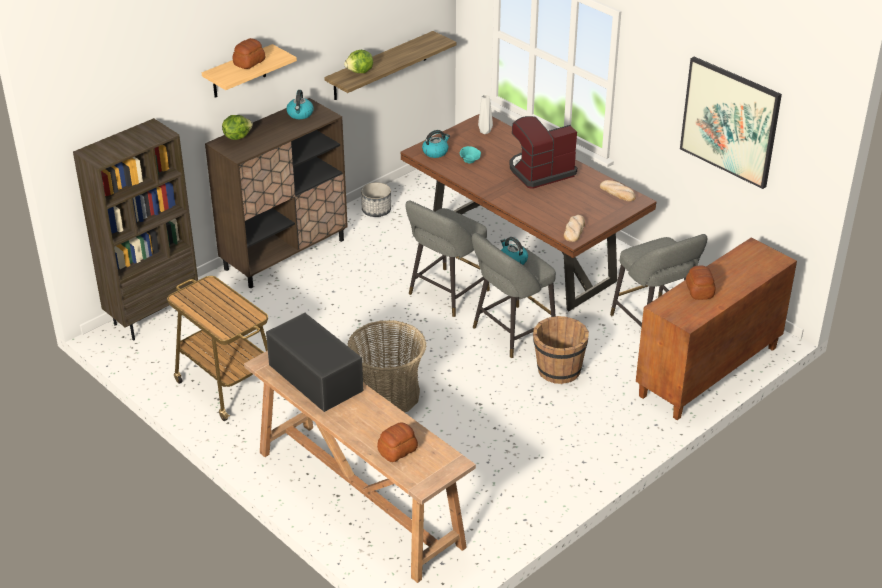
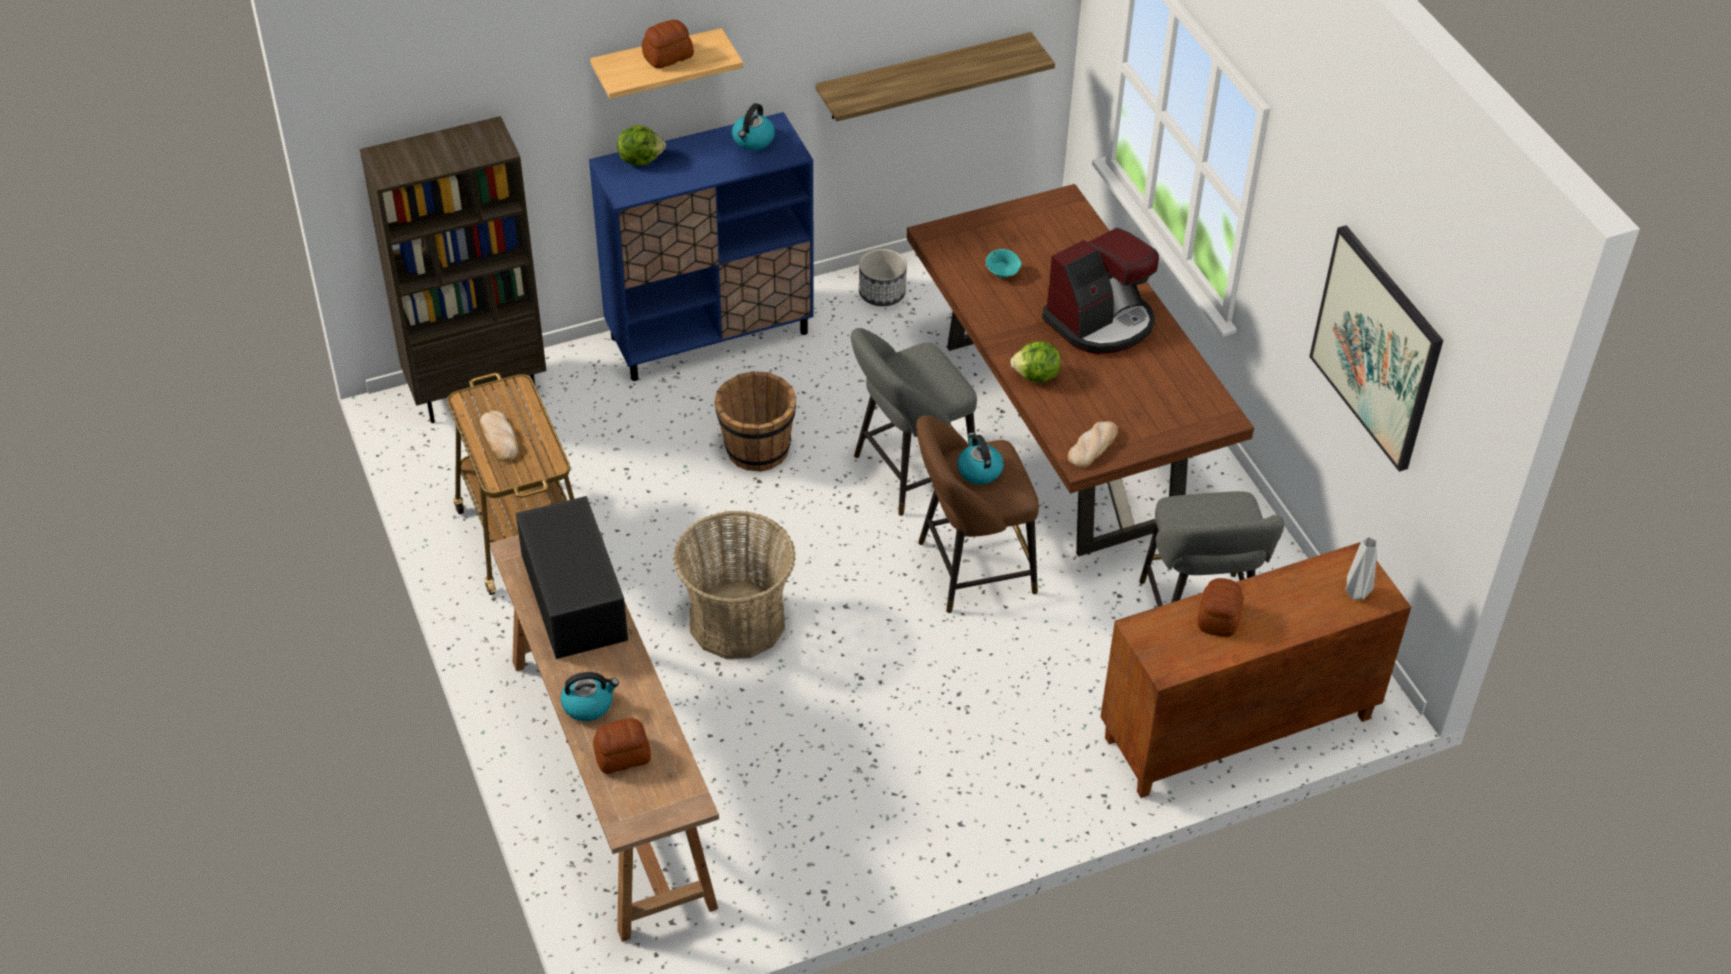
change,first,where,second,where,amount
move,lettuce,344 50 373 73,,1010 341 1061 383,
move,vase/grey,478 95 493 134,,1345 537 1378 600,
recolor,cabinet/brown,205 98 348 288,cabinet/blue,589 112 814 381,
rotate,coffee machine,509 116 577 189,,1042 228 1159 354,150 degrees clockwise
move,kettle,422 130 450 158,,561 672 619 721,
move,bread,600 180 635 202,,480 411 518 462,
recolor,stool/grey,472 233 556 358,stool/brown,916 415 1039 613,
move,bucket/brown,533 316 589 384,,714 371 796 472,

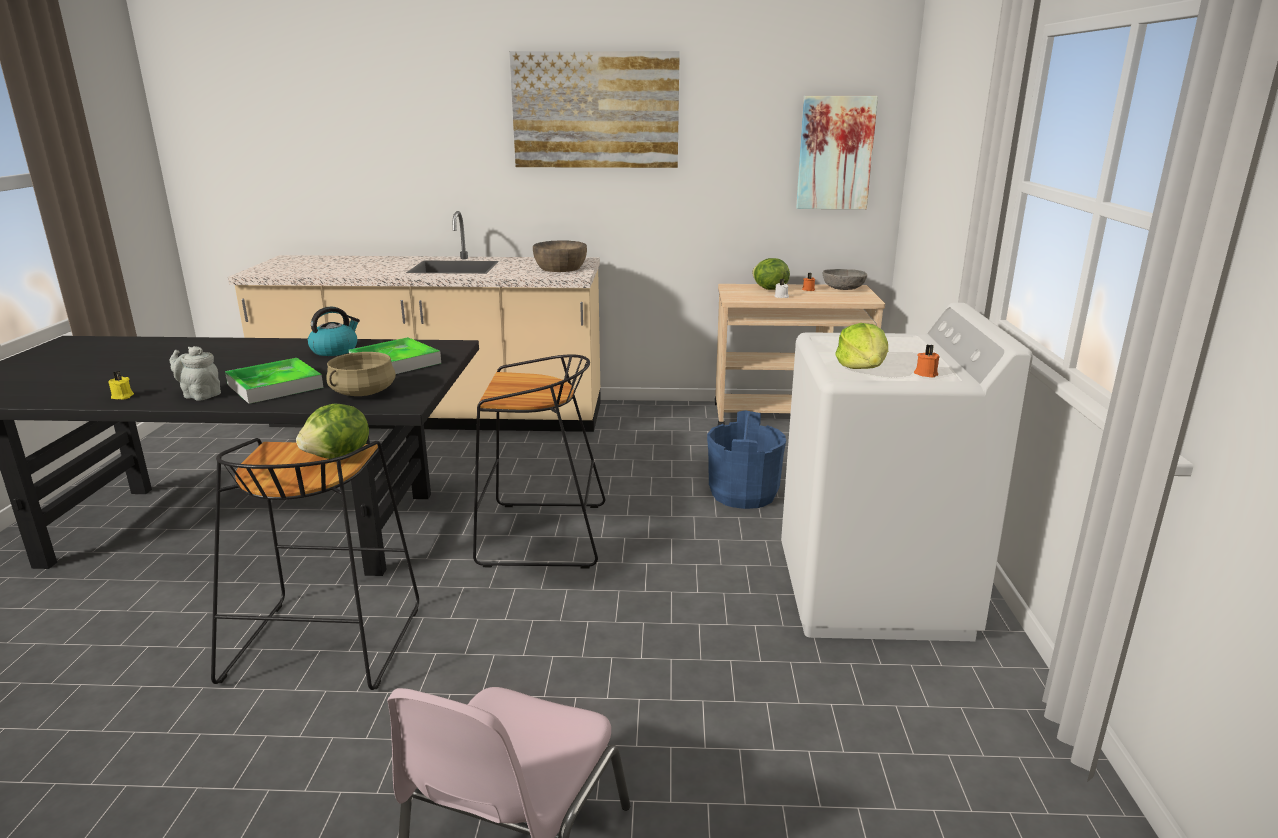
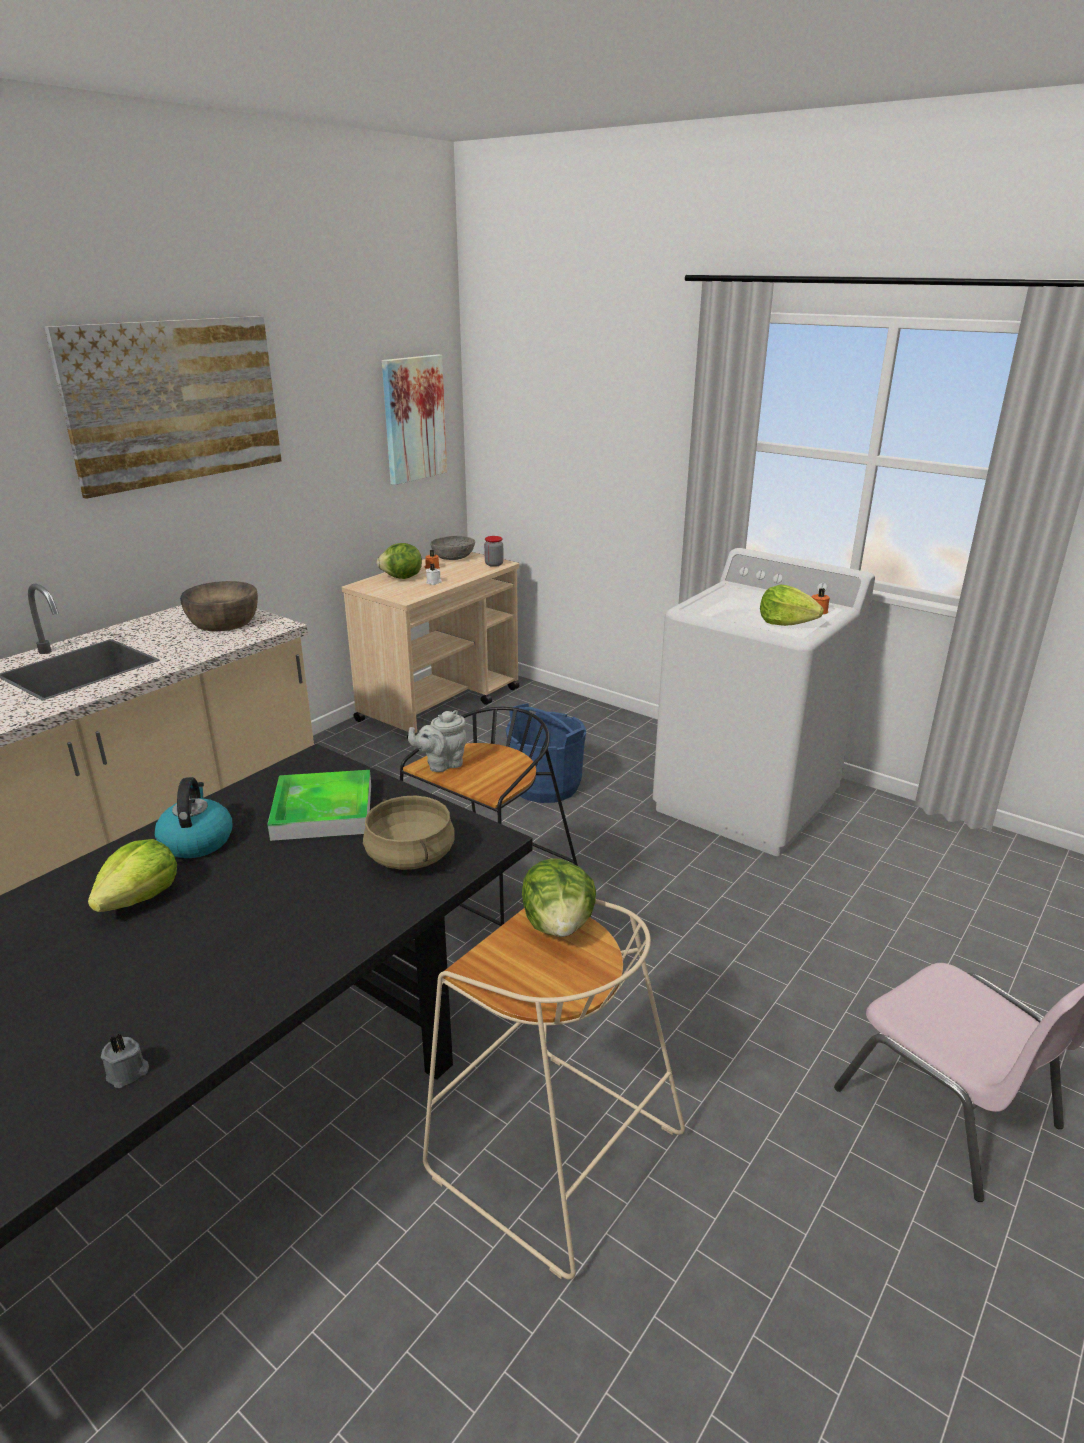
change,first,where,second,where,amount
move,teapot/grey,169 346 221 401,,408 710 466 772,
delete,tray,225 358 324 404,,,
recolor,candle/yellow,108 371 134 400,candle/grey,101 1034 149 1088,
recolor,stool/black,211 438 419 690,stool/beige,423 899 685 1279,
insert,,,jar,484 536 504 567,
insert,,,lettuce,88 839 177 912,

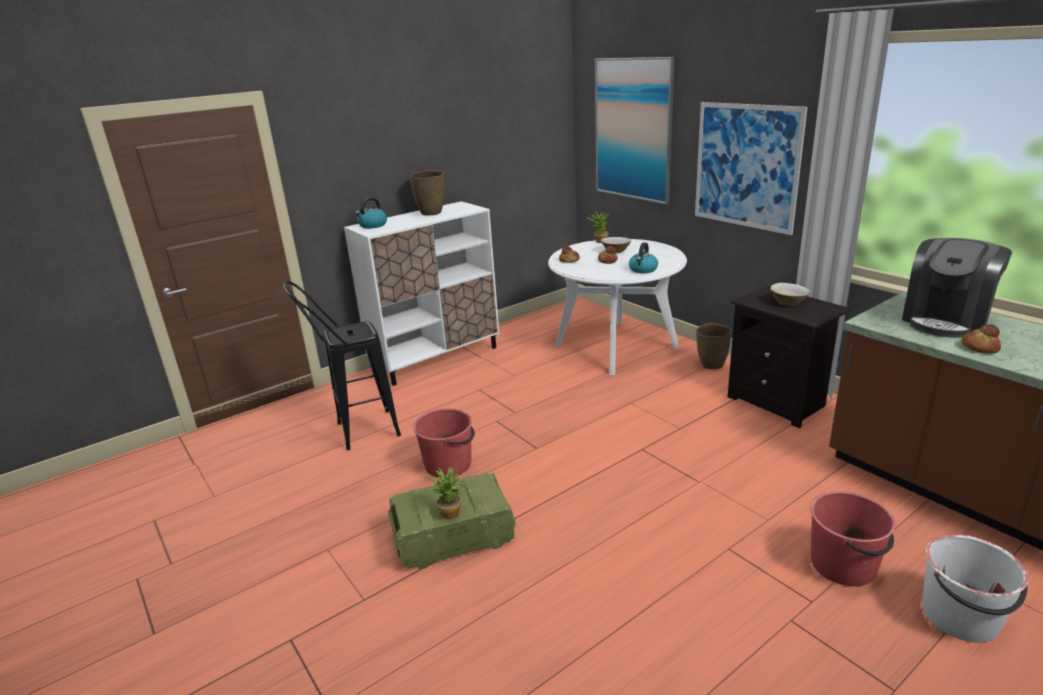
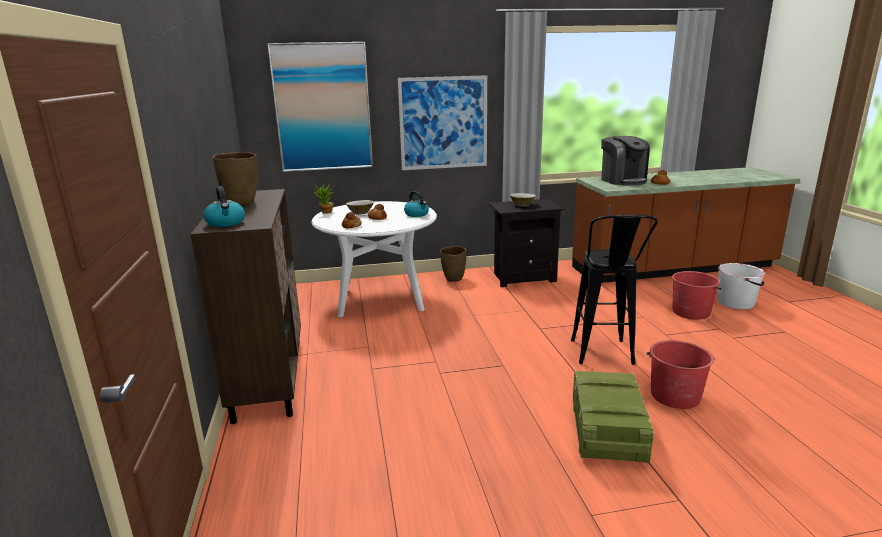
change,first,where,second,where,amount
recolor,cabinet/white,344 201 499 386,cabinet/brown,190 189 301 424,
move,stool/black,283 281 401 450,,571 215 658 365,
move,bucket/red,413 408 475 477,,647 340 715 409,
delete,potted plant,426 465 465 519,,,

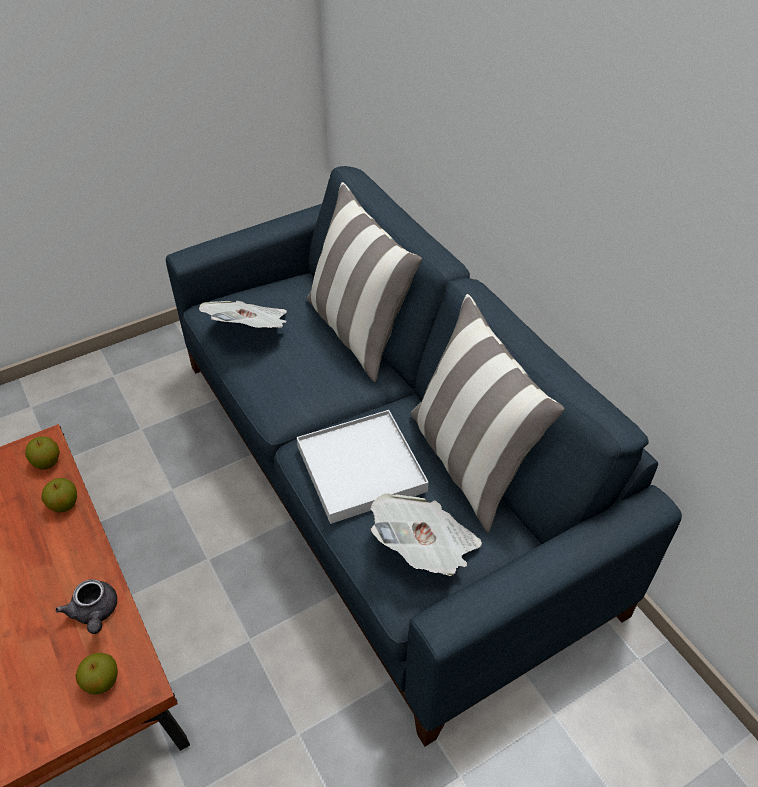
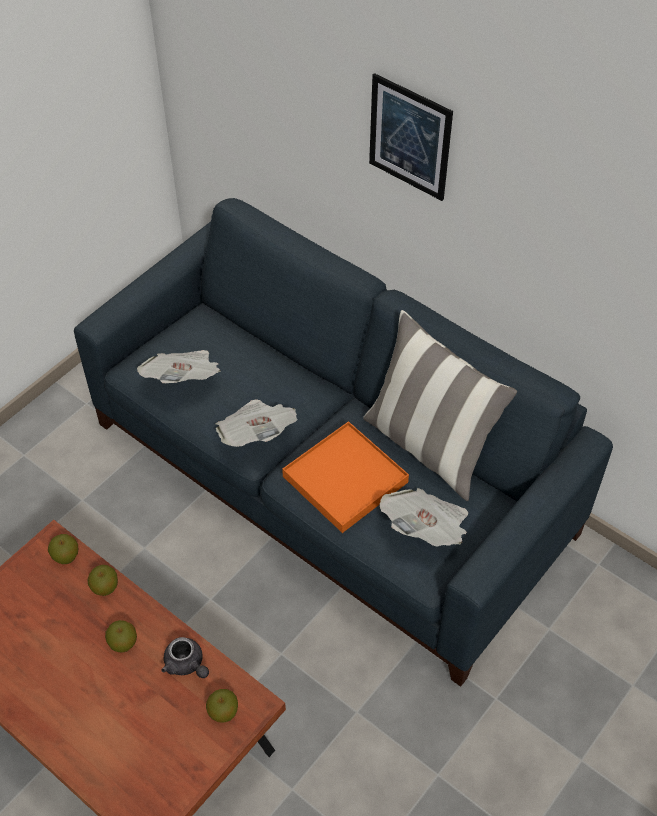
change,first,where,second,where,amount
delete,pillow,307 182 422 382,,,
recolor,tray/white,297 410 429 524,tray/orange,282 421 409 533,
insert,,,picture,369 73 453 201,
insert,,,newspaper,215 399 298 447,
insert,,,apple,105 620 137 652,

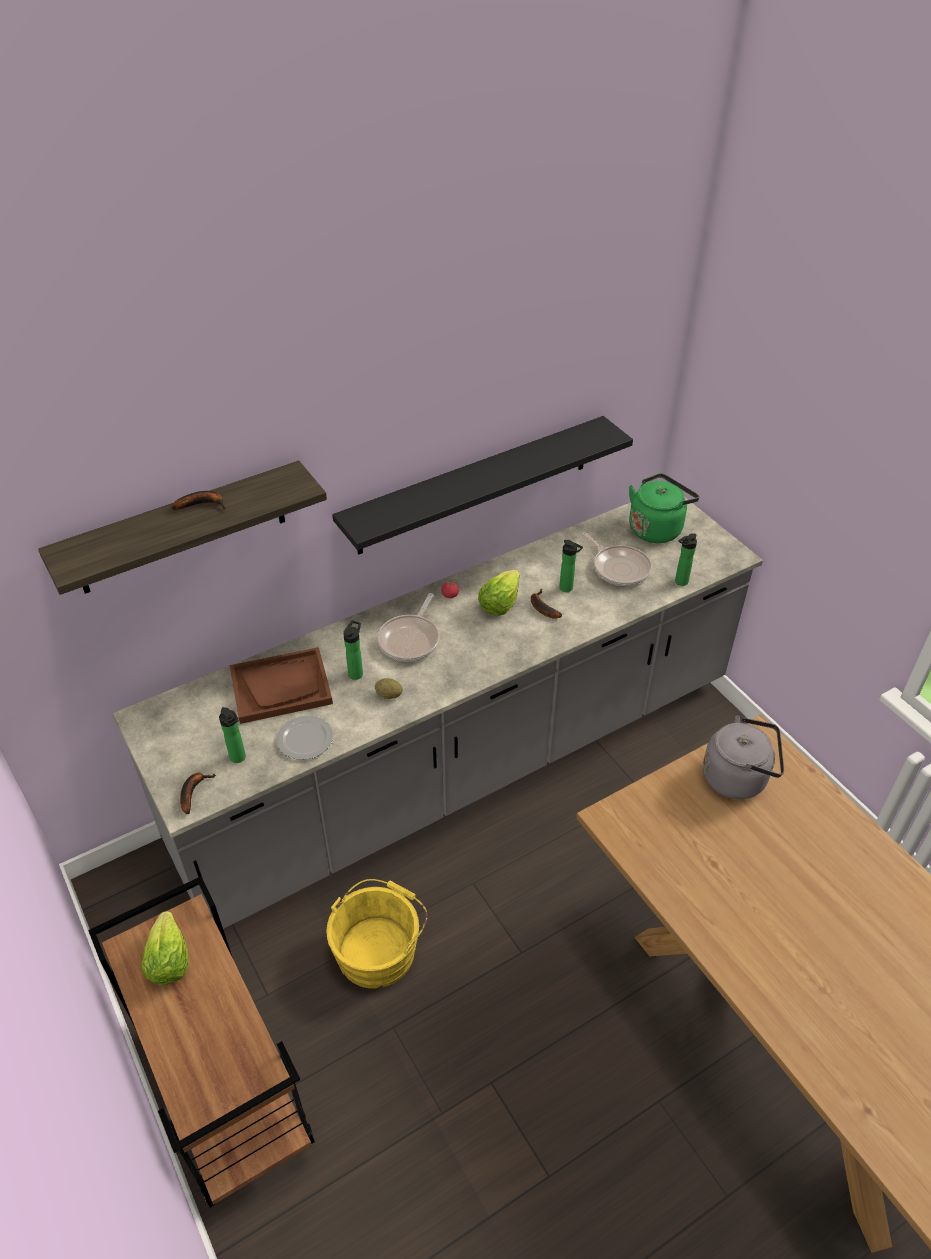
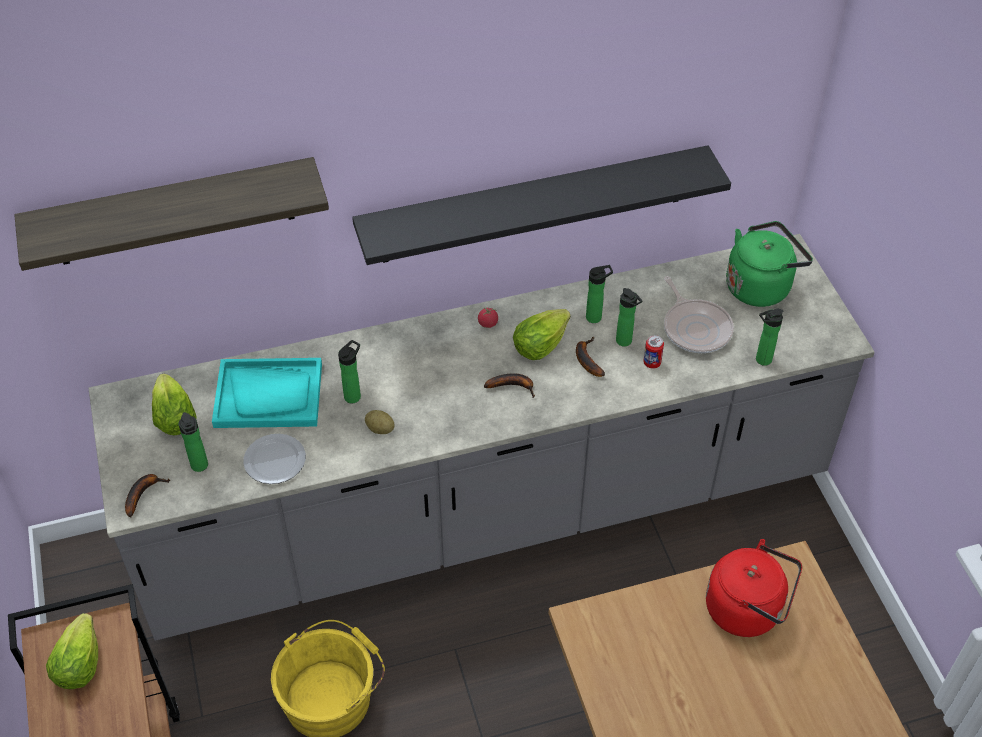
change,first,where,second,where,amount
move,banana,171 491 226 510,,484 373 535 397,
delete,frying pan,377 593 439 661,,,
recolor,tray/brown,230 647 333 724,tray/turquoise,212 358 322 428,
recolor,kettle/grey,703 716 784 799,kettle/red,706 539 802 637,
insert,,,bottle,586 265 613 323,
insert,,,can,643 335 664 369,
insert,,,lettuce,152 374 197 436,

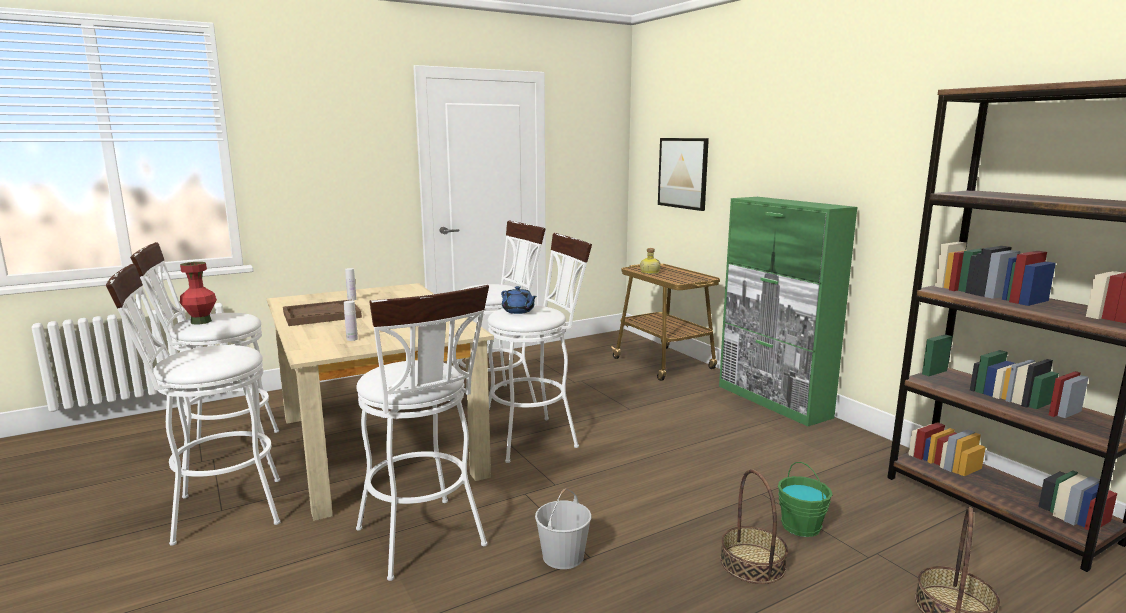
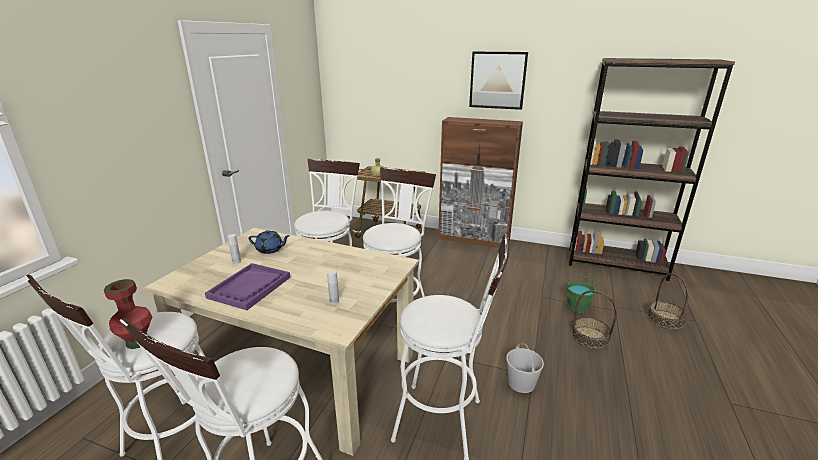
change,first,where,second,where,amount
move,picture,658 138 709 211,,469 51 528 110,
recolor,cabinet/green,719 197 857 426,cabinet/brown,438 117 523 248,
move,teapot/blue,501 286 537 314,,248 230 290 254,
recolor,tray/brown,283 299 362 326,tray/purple,205 263 290 310,

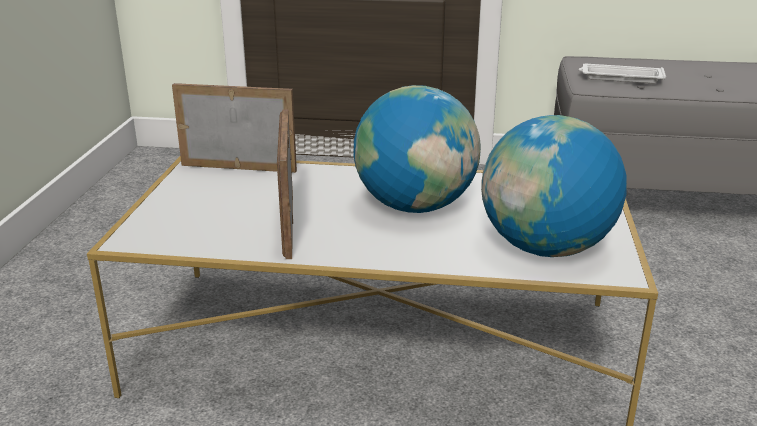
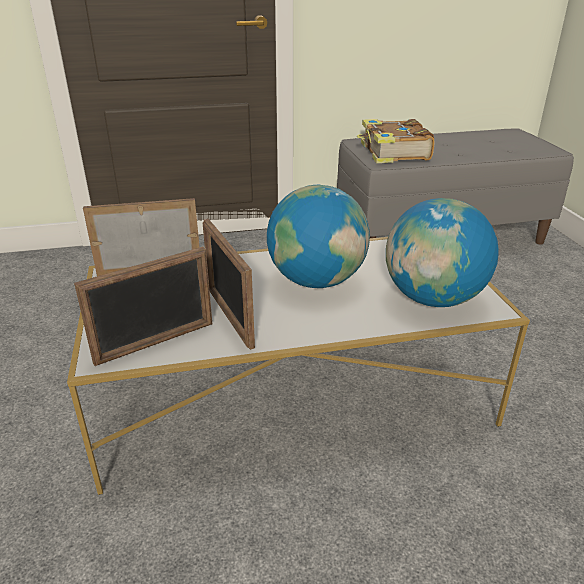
change,first,where,second,where,amount
replace,tray/white,579 64 666 83,book,357 119 435 163,
insert,,,picture frame,74 247 212 366,

